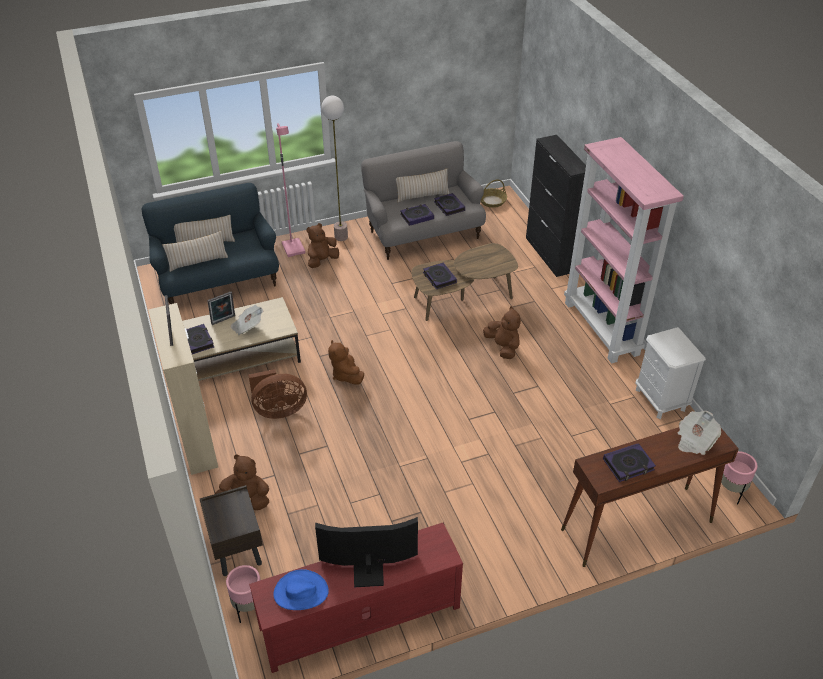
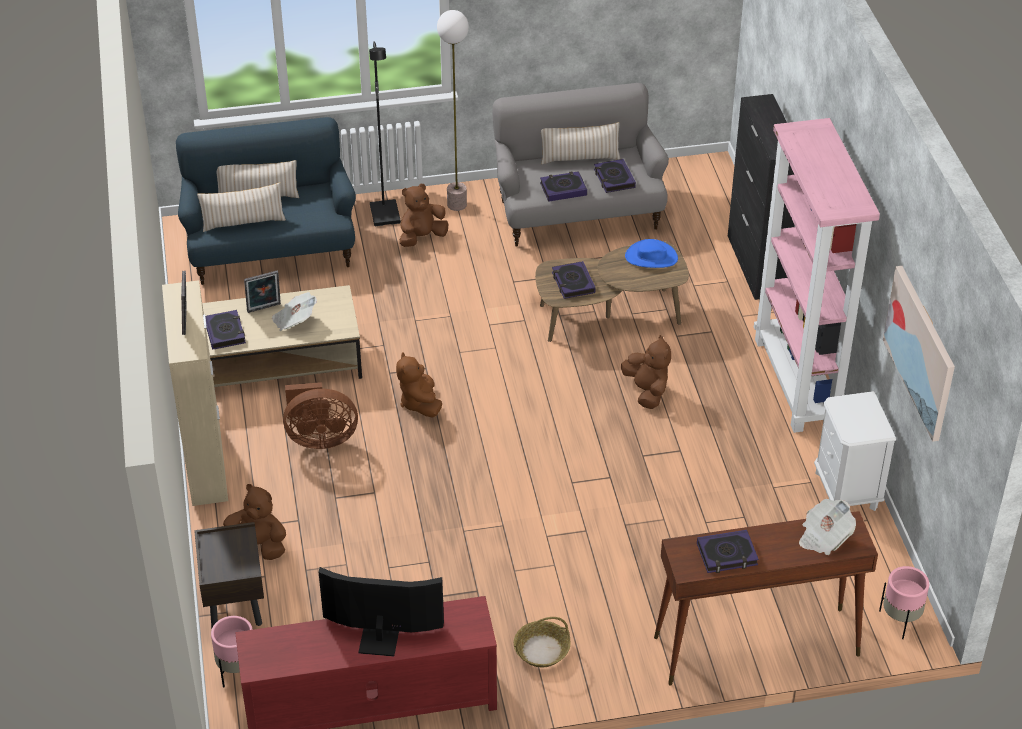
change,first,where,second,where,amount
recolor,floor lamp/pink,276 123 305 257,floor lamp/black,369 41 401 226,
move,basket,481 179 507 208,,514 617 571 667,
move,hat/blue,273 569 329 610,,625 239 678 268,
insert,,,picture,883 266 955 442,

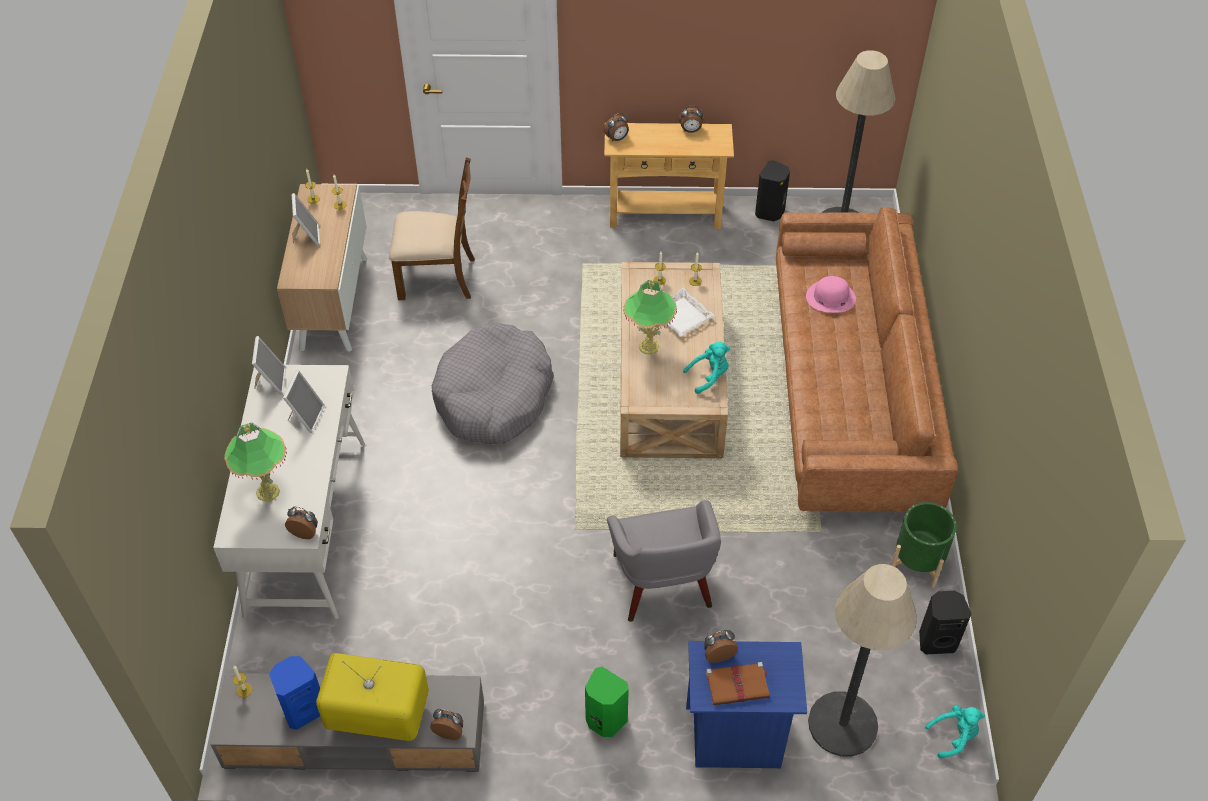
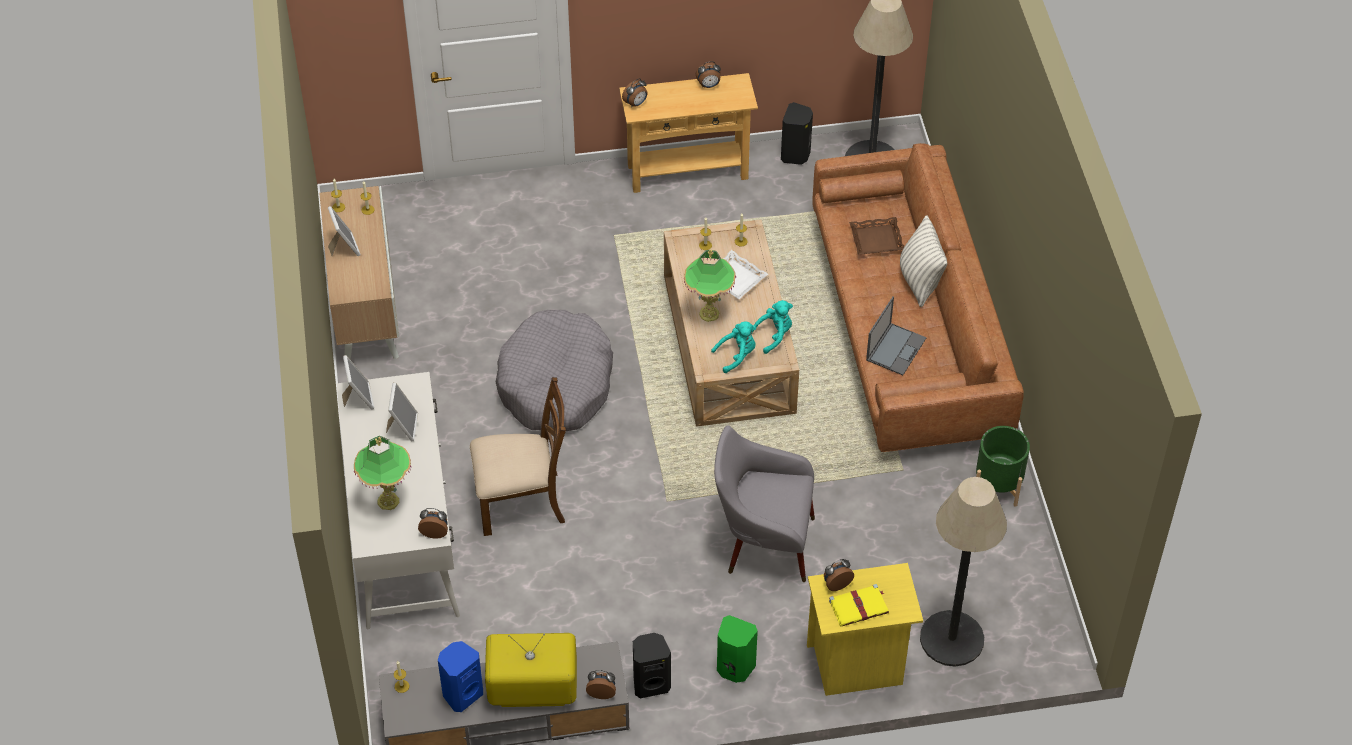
change,first,where,second,where,amount
move,chair/brown,389 158 475 300,,470 377 566 536,
replace,hat/pink,806 276 856 313,tray/brown,849 217 904 255,
rotate,armchair/grey,607 500 721 622,,714 425 815 582,120 degrees clockwise
move,speaker/black,919 591 972 654,,633 633 671 698,
recolor,nightstand/blue,686 641 807 768,nightstand/yellow,807 563 923 696,
recolor,book/brown,706 662 770 705,book/yellow,829 584 889 626,
move,plush toy/turquoise,925 705 985 758,,711 321 756 373,
insert,,,pillow,900 215 947 307,
insert,,,laptop,866 297 926 375,

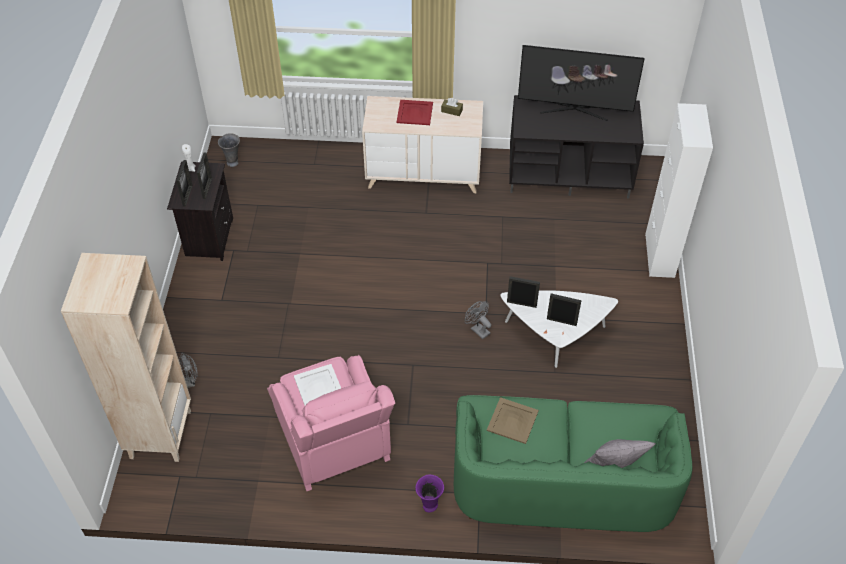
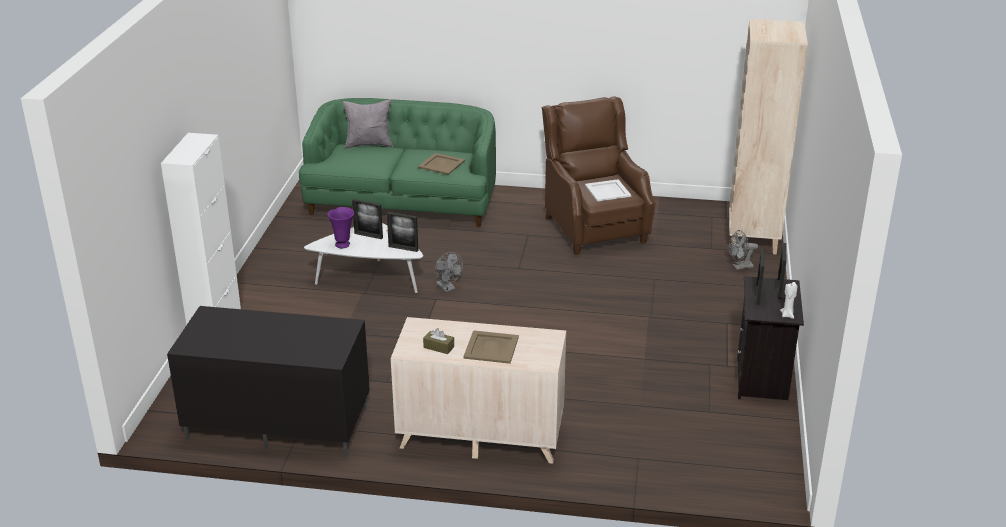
change,first,where,second,where,amount
delete,television,518 45 645 121,,,
recolor,tray/red,397 100 433 125,tray/beige,463 330 519 364,
delete,vase/grey,218 133 240 167,,,
recolor,armchair/pink,267 355 395 491,armchair/brown,541 97 655 255,
move,vase/purple,415 474 444 512,,327 207 354 249,

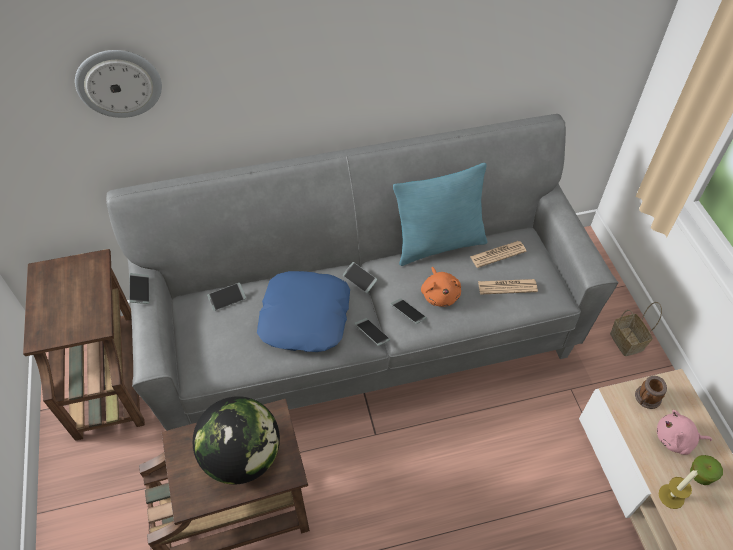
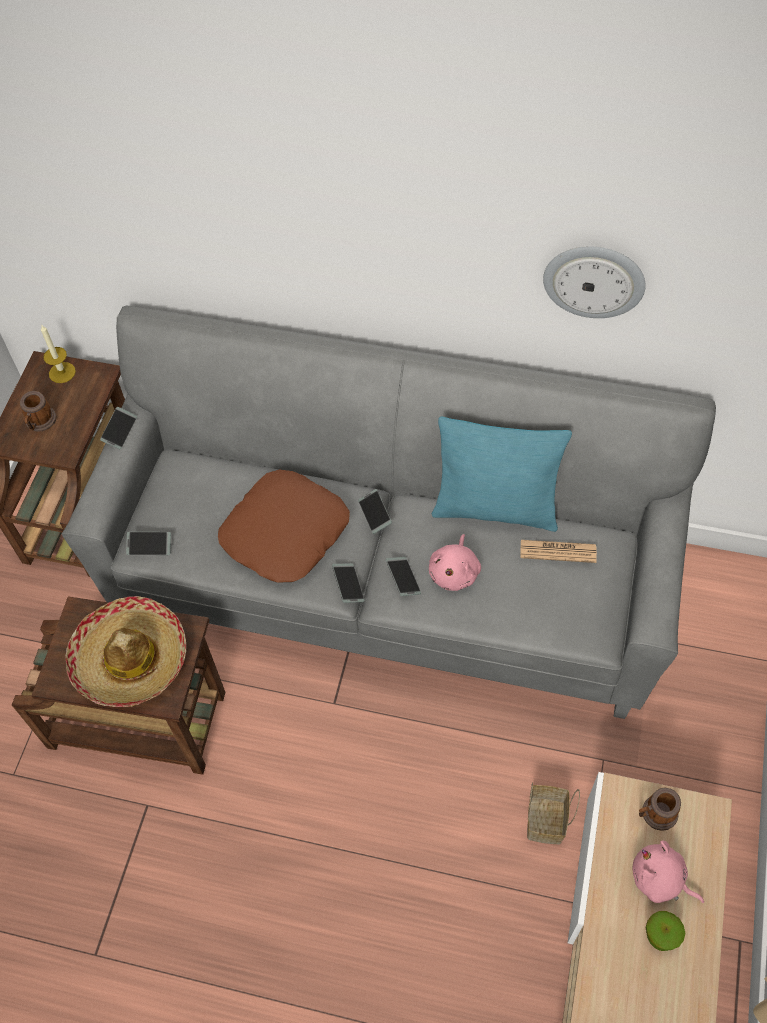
change,first,where,second,where,amount
move,wall clock,75 50 162 118,,543 247 646 318,
recolor,plush toy/orange,421 267 461 307,plush toy/pink,429 534 481 591,
recolor,pillow/blue,257 271 350 352,pillow/brown,218 470 350 583,
delete,newspaper,478 279 538 295,,,
move,phone,207 283 246 311,,126 532 171 555,
move,basket,610 302 662 356,,527 782 580 844,
replace,globe,193 396 280 485,hat,65 596 186 707,
move,candle,658 470 698 509,,41 324 76 383,
insert,,,mug,20 391 57 432,

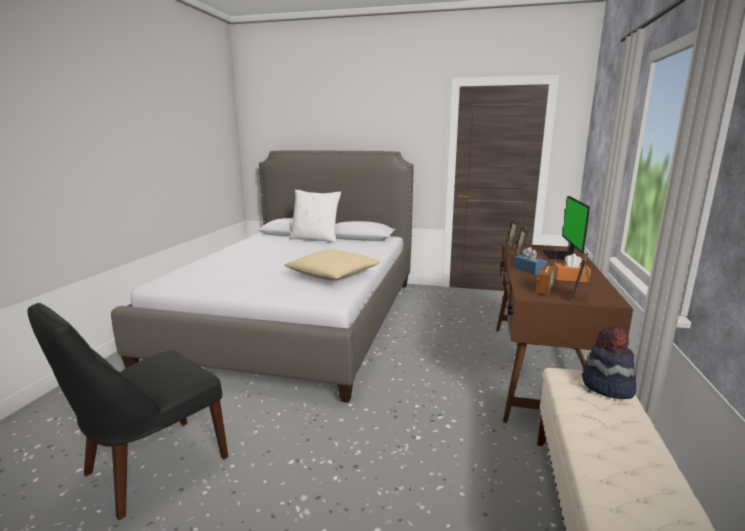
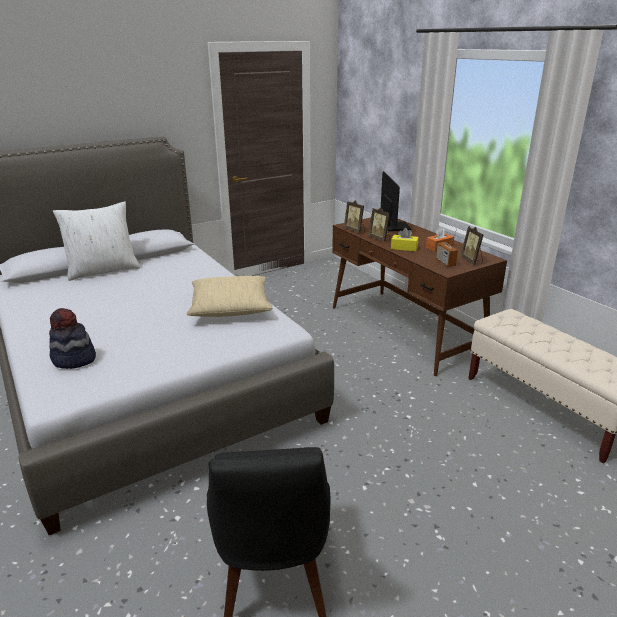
change,first,where,second,where,amount
rotate,monitor,543 196 590 260,,381 171 411 231,150 degrees counterclockwise
recolor,tissue box/blue,514 247 547 275,tissue box/yellow,391 228 418 252,
move,hat,582 326 636 399,,49 308 96 369,

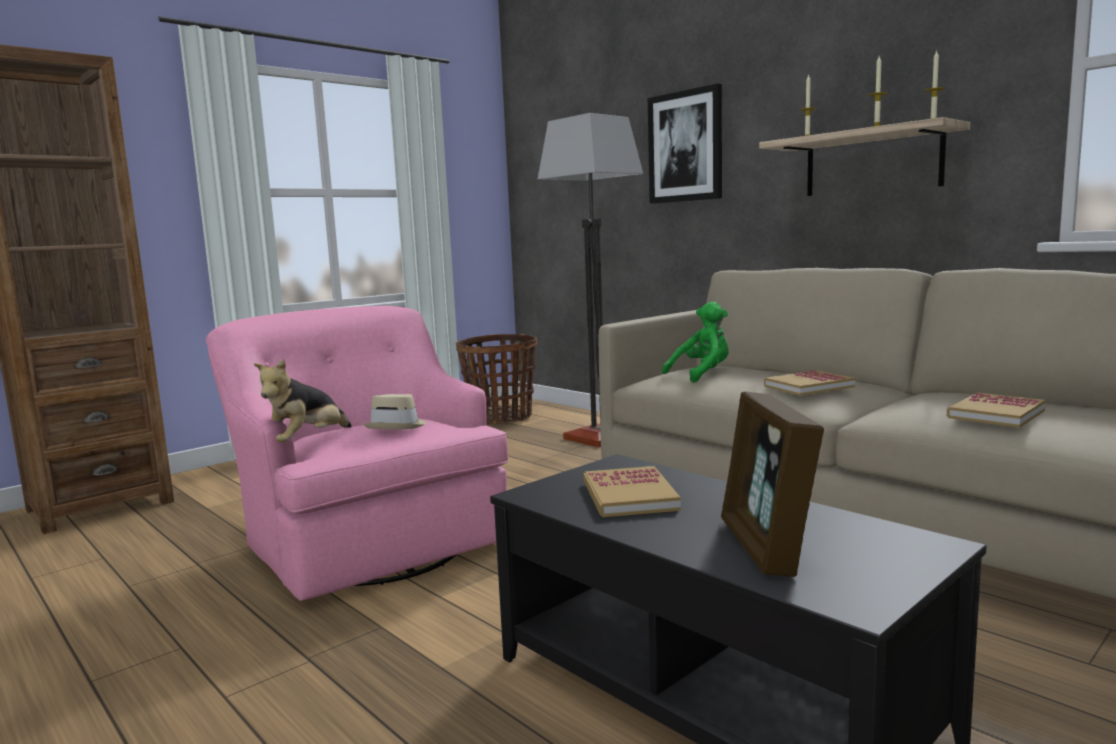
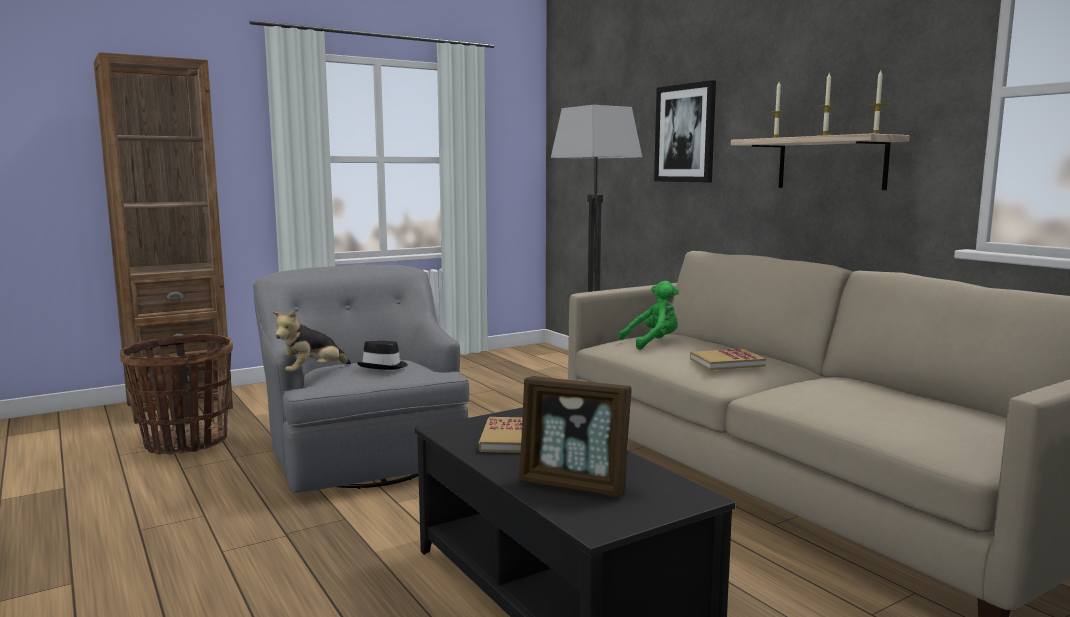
change,first,where,second,where,amount
recolor,armchair/pink,206 306 508 601,armchair/grey,253 265 470 493,
move,basket,456 334 537 425,,120 334 233 454,
rotate,picture frame,721 391 824 577,,519 376 632 497,75 degrees counterclockwise
delete,book,947 393 1046 428,,,
recolor,hat/beige,363 394 427 429,hat/black,357 341 408 370,

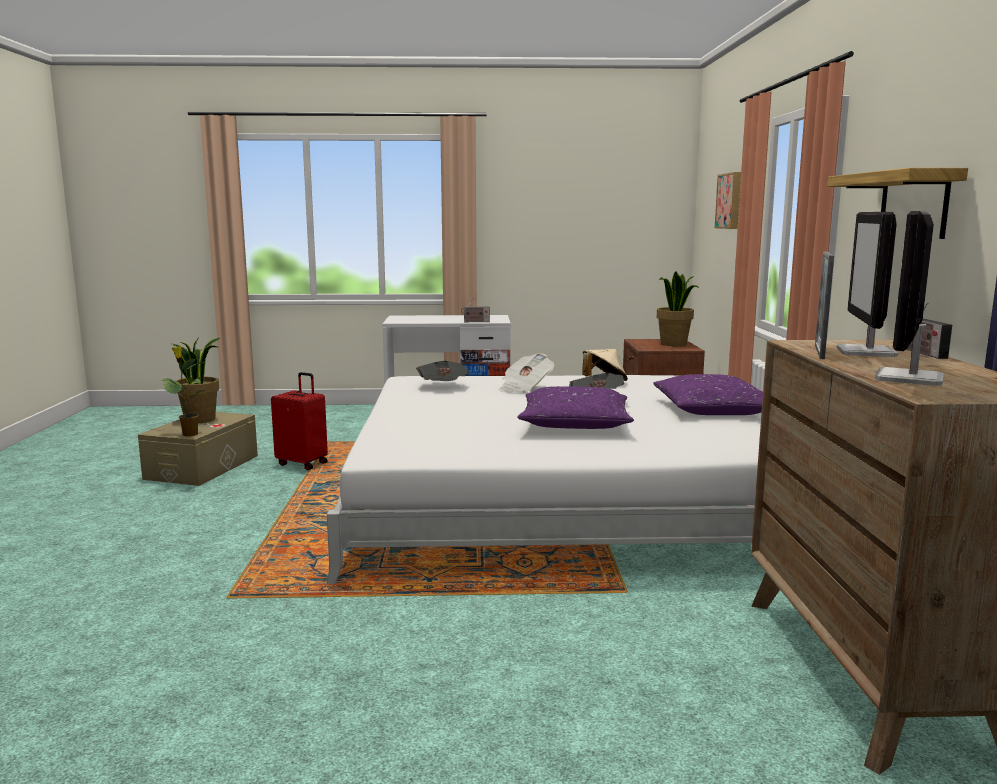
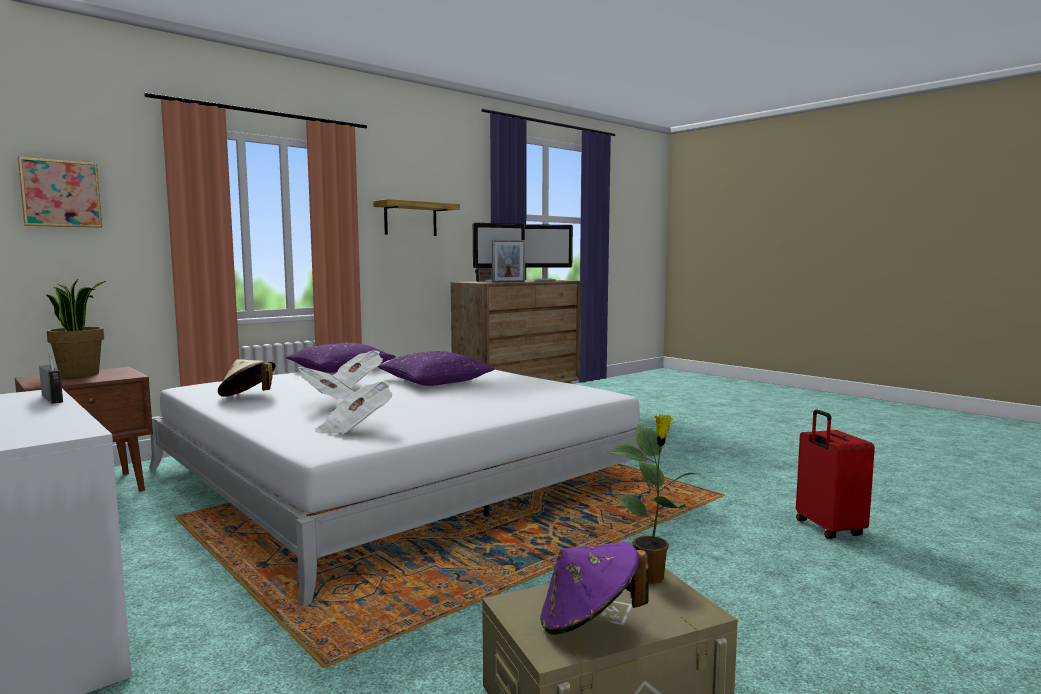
change,first,where,second,where,amount
replace,potted plant,172 337 221 423,hat/purple,540 542 649 635,
move,suitcase/red,271 372 328 470,,796 409 875 539,

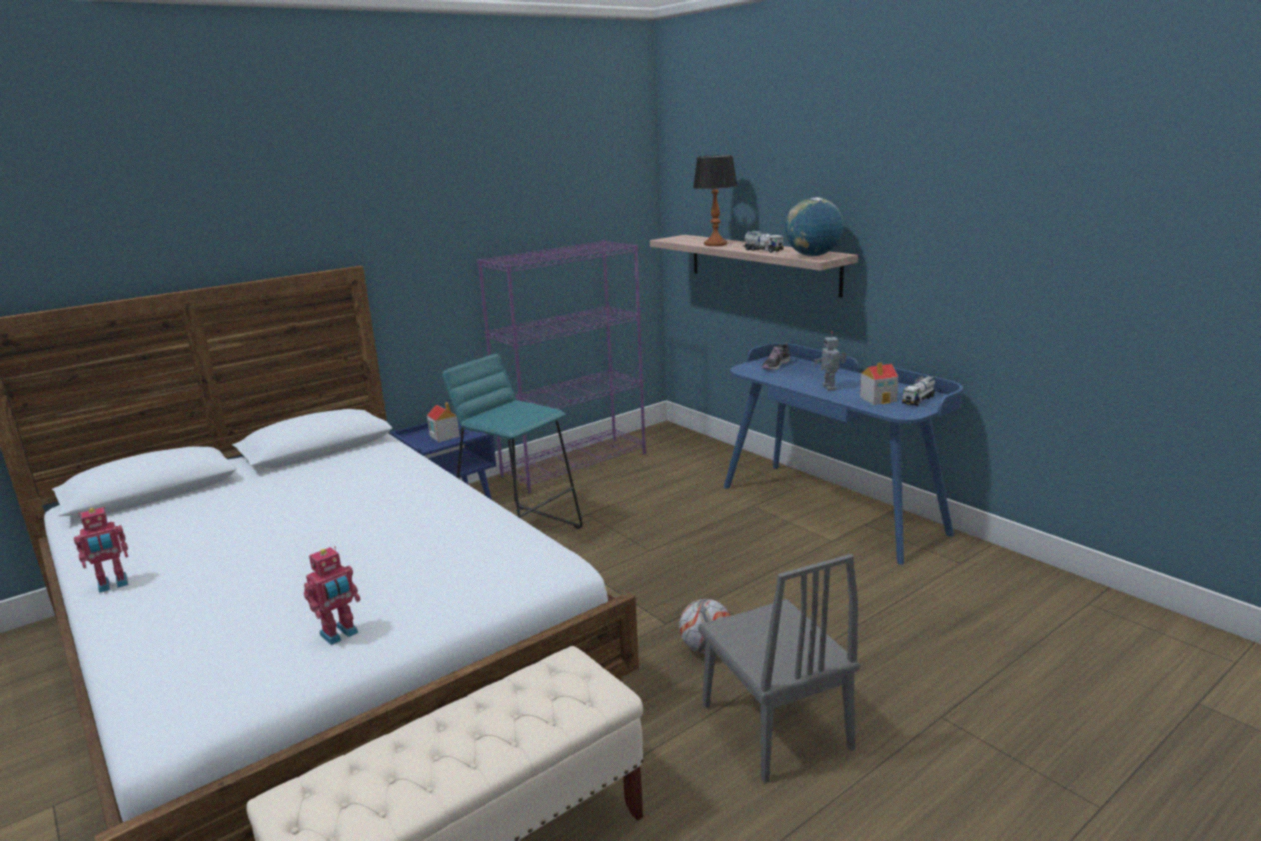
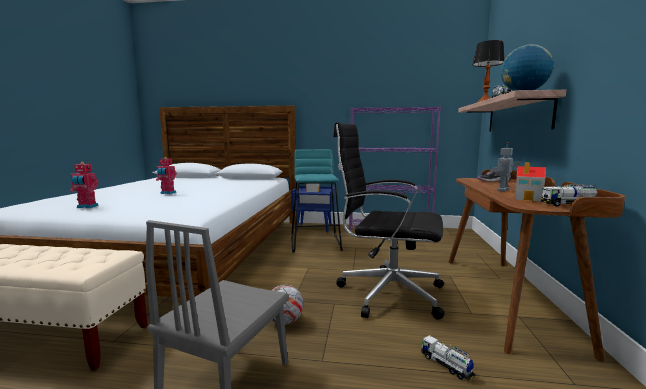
change,first,where,second,where,amount
recolor,desk/blue,724 343 963 565,desk/brown,448 170 625 362,
move,toy robot,74 507 128 593,,156 157 177 194,
insert,,,office chair/black,333 122 445 320,
insert,,,toy truck,421 335 475 380,

